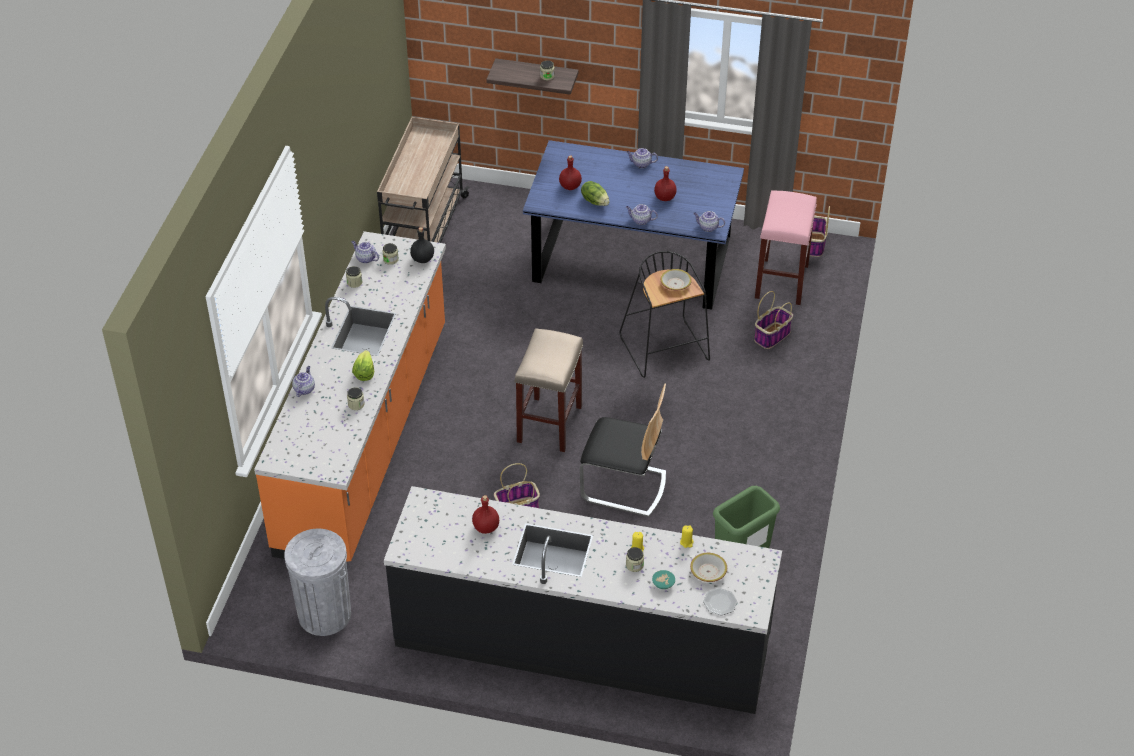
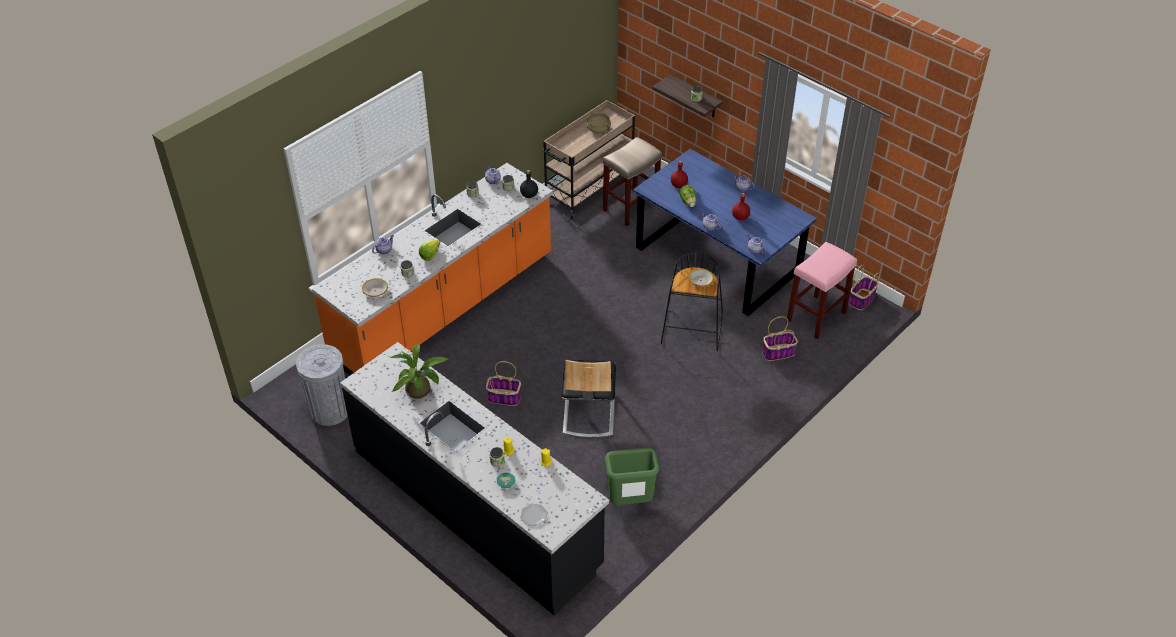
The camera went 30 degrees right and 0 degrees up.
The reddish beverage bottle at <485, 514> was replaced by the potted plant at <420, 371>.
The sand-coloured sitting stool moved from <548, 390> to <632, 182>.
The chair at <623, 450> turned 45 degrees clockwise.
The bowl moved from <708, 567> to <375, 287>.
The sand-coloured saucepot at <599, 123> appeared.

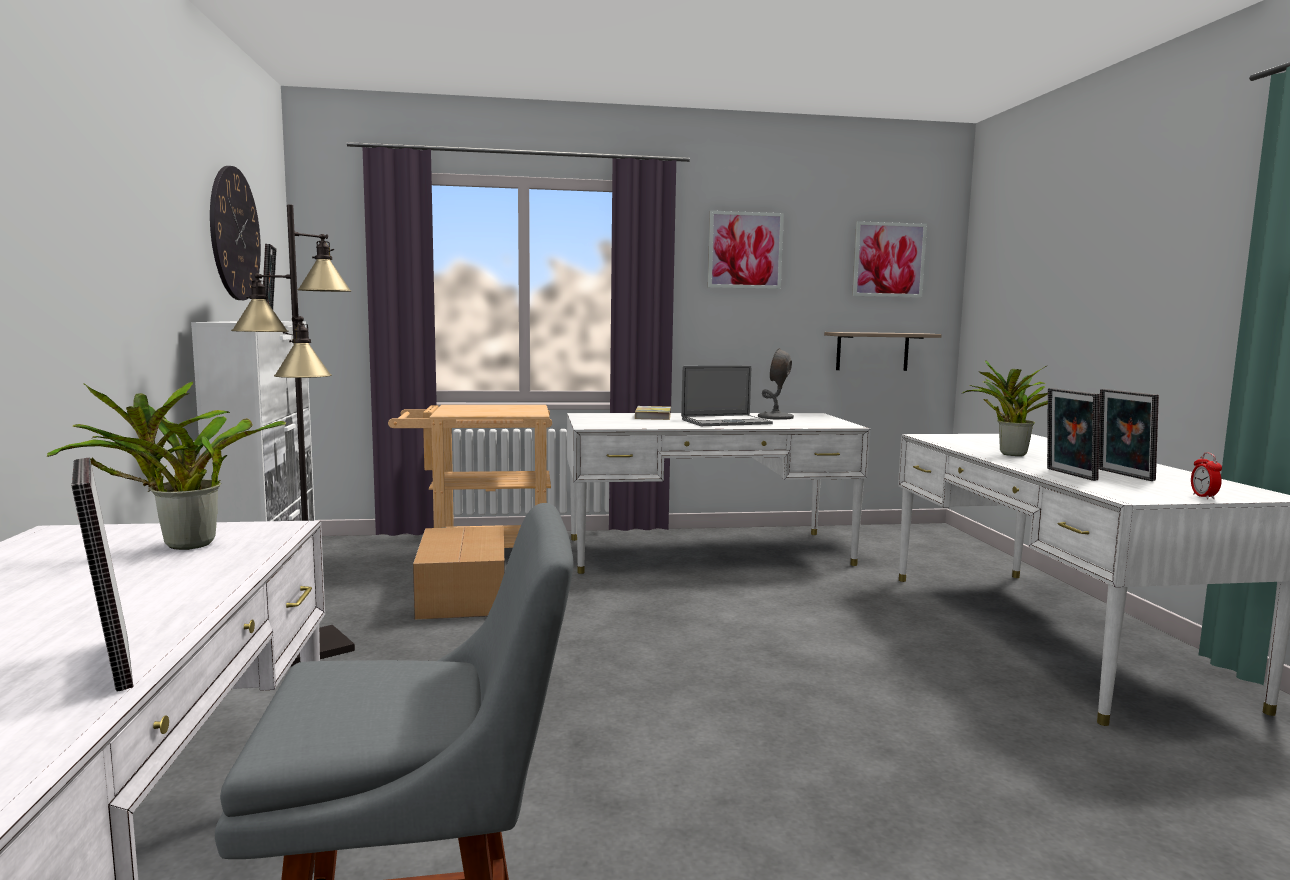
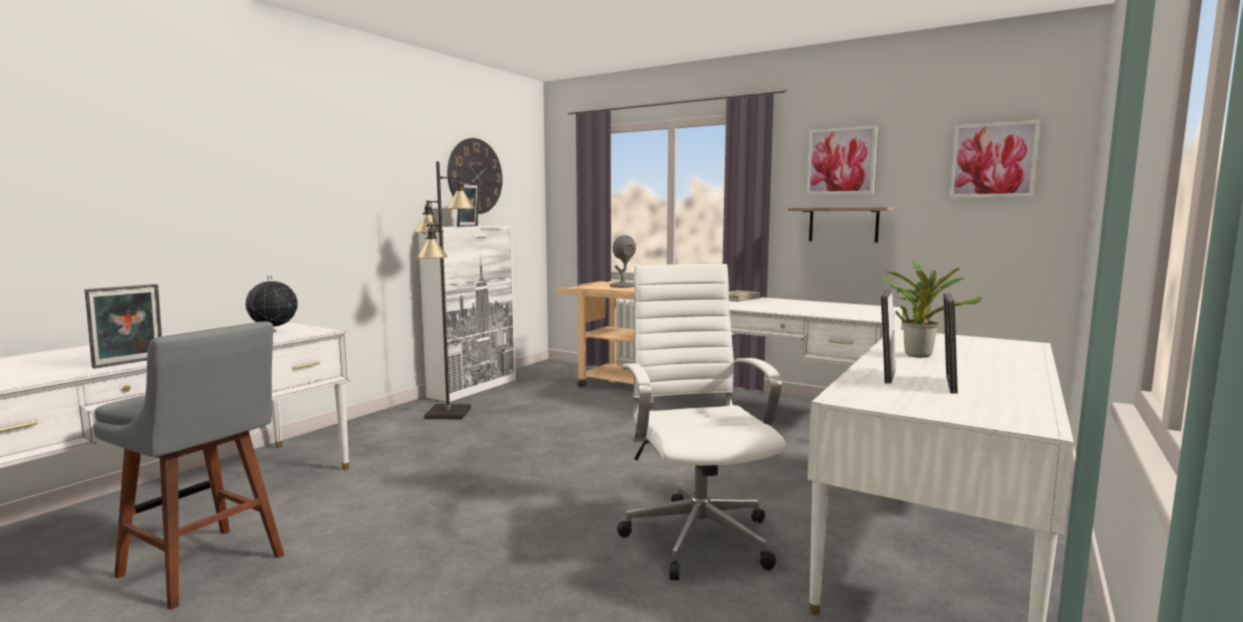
The camera went 40 degrees right and 0 degrees up.
The potted plant at <166, 465> was replaced by the desk globe at <271, 304>.
The photo frame at <102, 575> turned 150 degrees counterclockwise.
The carton at <459, 573> disappeared.
The notebook computer at <727, 396> disappeared.
The gray tabletop lamp moved from <776, 384> to <623, 261>.
The bracket shelf moved from <883, 351> to <841, 225>.
The table clock at <1206, 475> disappeared.
The white desk chair at <701, 422> appeared.

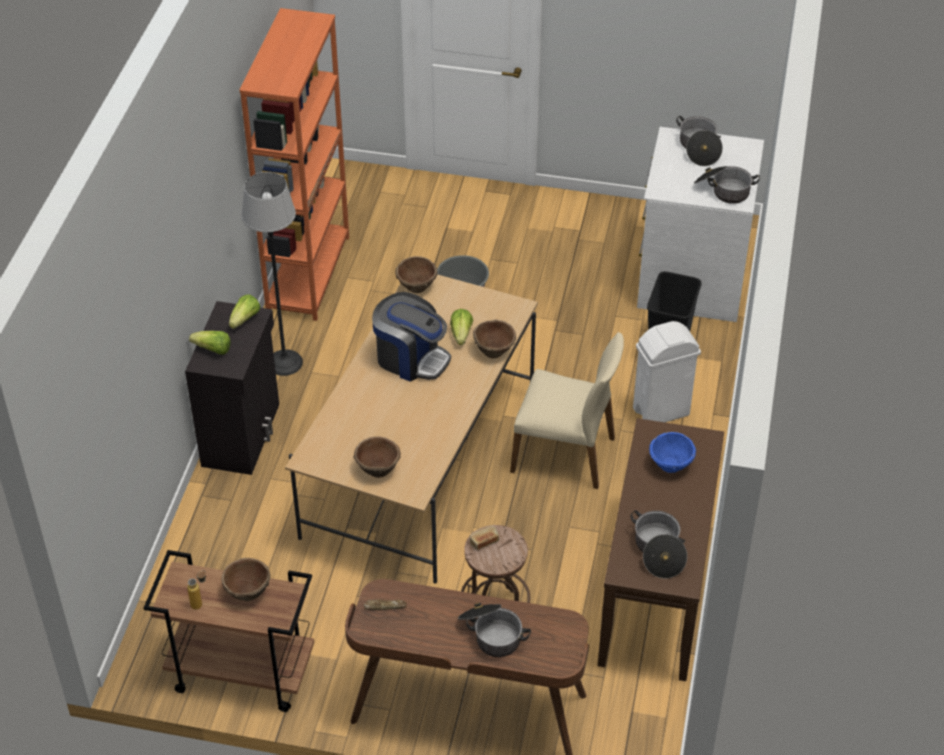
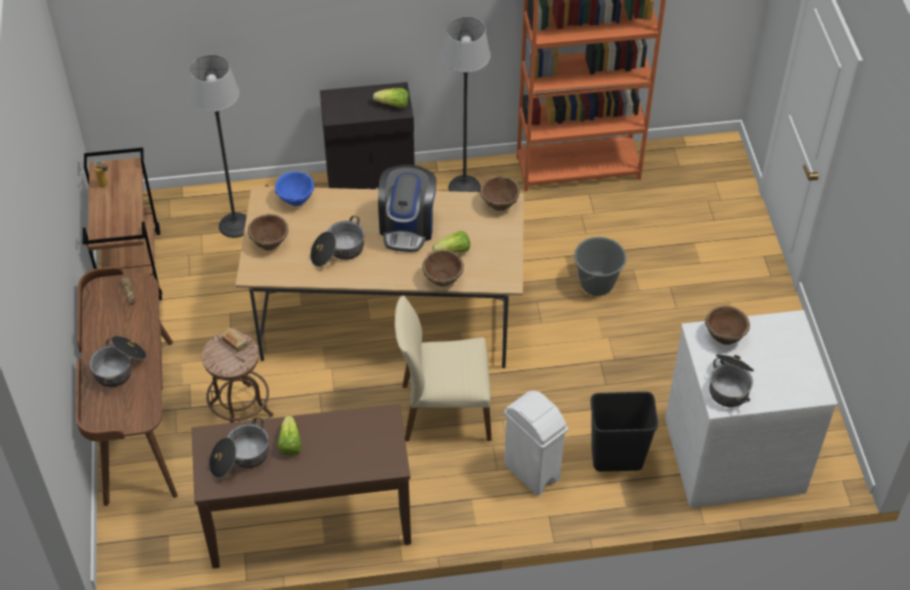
The camera went 70 degrees right and 5 degrees up.
The lettuce moved from <210, 342> to <289, 436>.
The brown bowl moved from <246, 579> to <727, 325>.
The sand-coloured chair at <567, 410> turned 90 degrees clockwise.
The bluish bowl moved from <672, 452> to <294, 188>.
The saucepot moved from <699, 141> to <337, 241>.
The floor lamp at <218, 146> appeared.

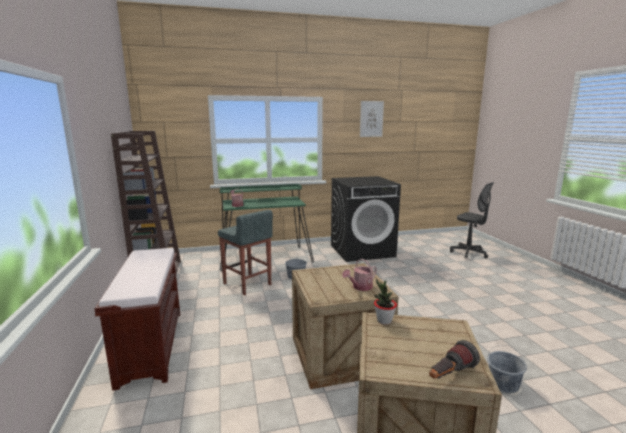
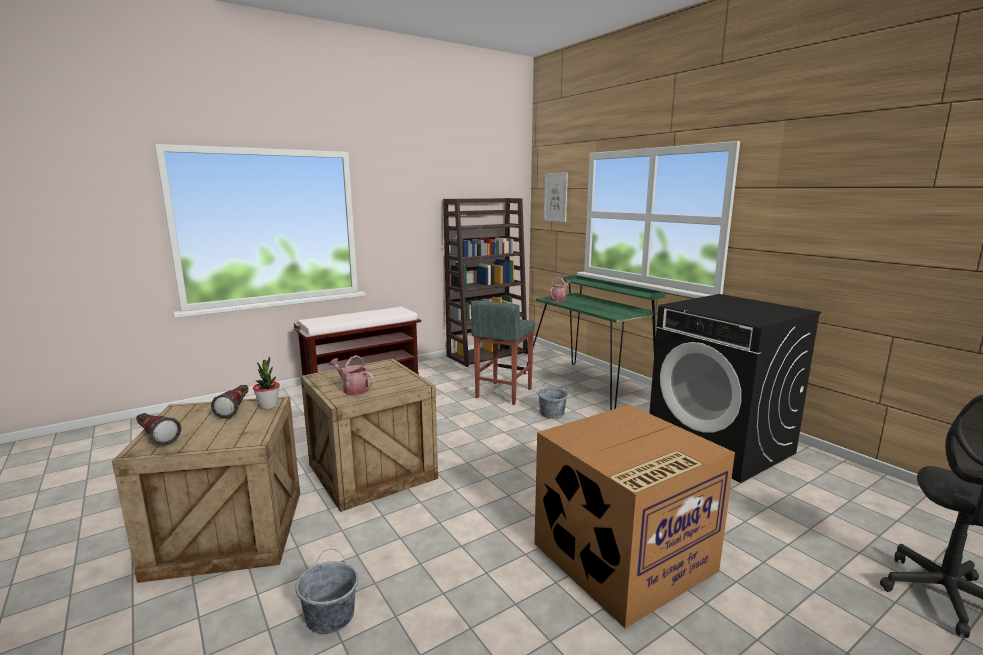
The camera went 70 degrees right and 0 degrees up.
The wall picture moved from <372, 119> to <556, 197>.
The torch at <230, 402> appeared.
The carton at <634, 516> appeared.

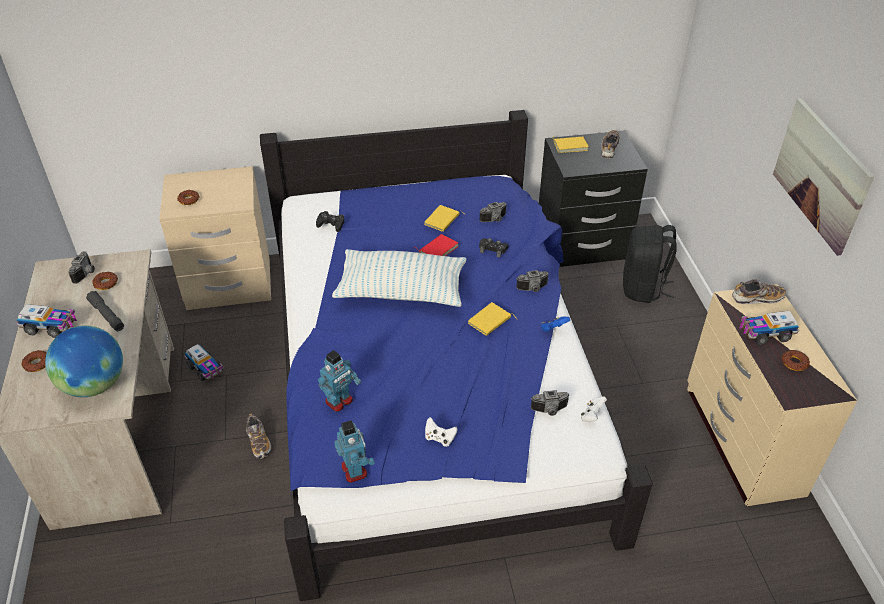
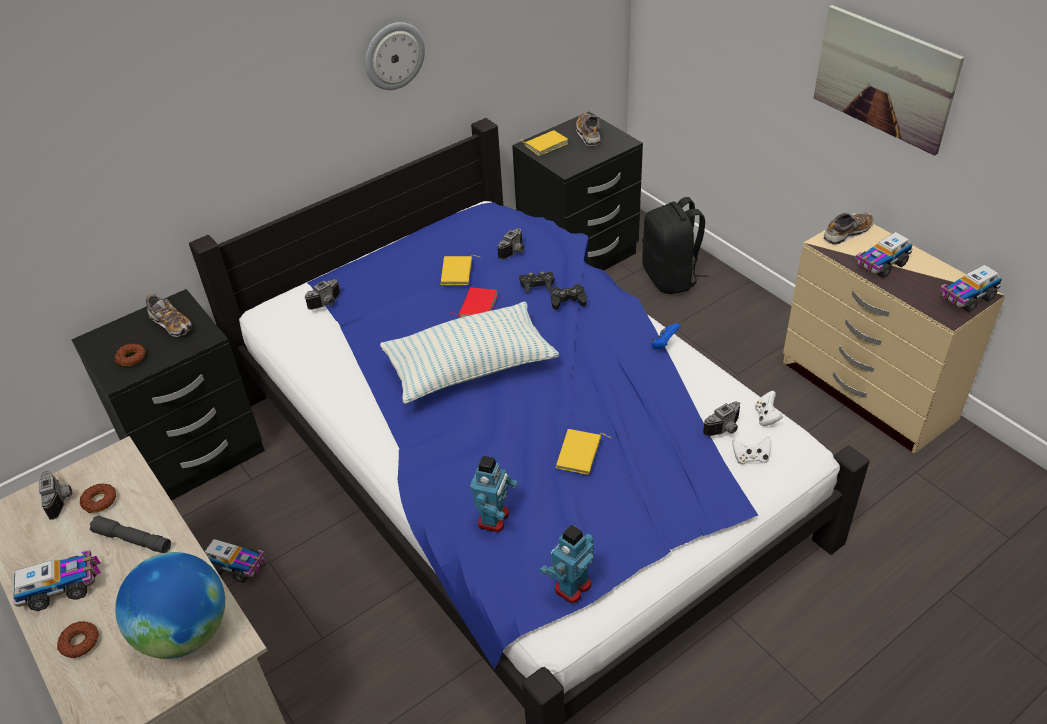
The camera went 25 degrees left and 0 degrees up.
The sand-coloured nightstand at <215, 238> became the black-coloured nightstand at <168, 395>.
The item of footwear moved from <258, 436> to <169, 315>.
The black-coloured gamepad moved from <330, 221> to <568, 297>.
The robot figure at <354, 451> turned 90 degrees counterclockwise.
The white gamepad moved from <441, 432> to <751, 451>.
The yellow book moved from <492, 319> to <583, 452>.
The photo camera moved from <532, 281> to <322, 294>.
The donut at <796, 360> disappeared.
The wall clock at <395, 56> appeared.
The model truck at <971, 288> appeared.

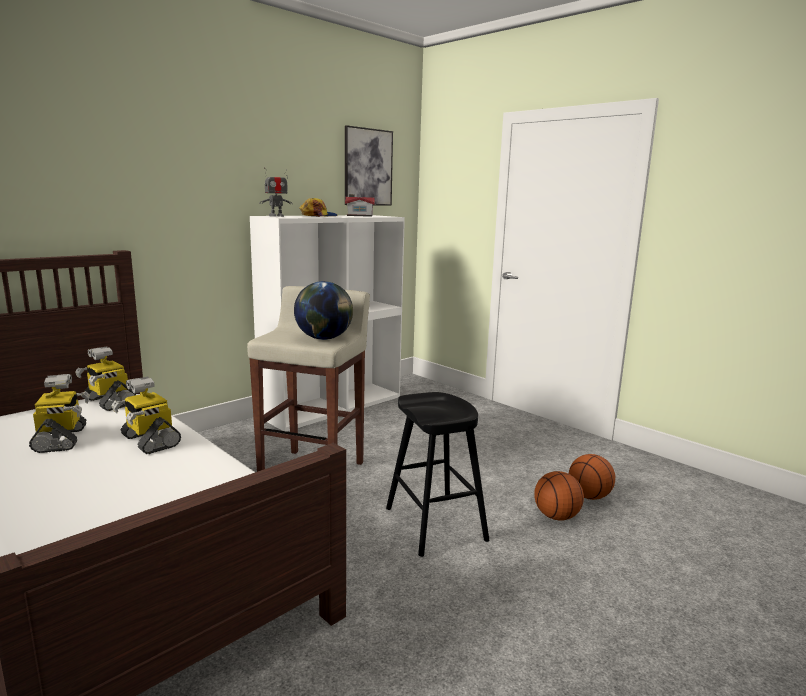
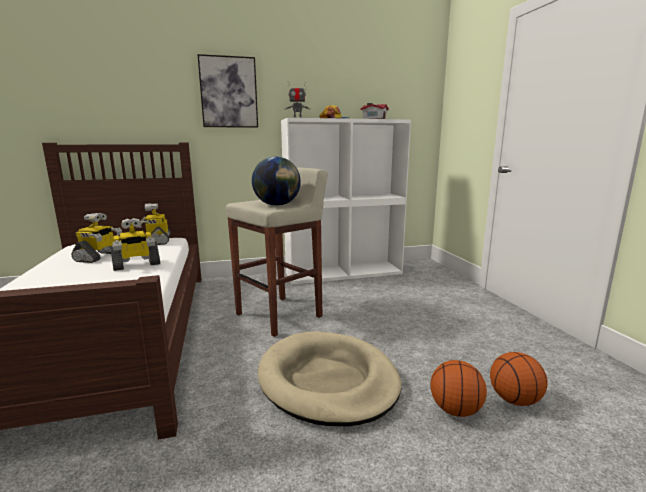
The camera went 30 degrees right and 0 degrees up.
The robot figure at <146, 415> turned 105 degrees counterclockwise.
The wall picture moved from <369, 165> to <227, 91>.
The black-coloured sitting stool at <437, 474> was replaced by the sand-coloured pet bed at <330, 378>.

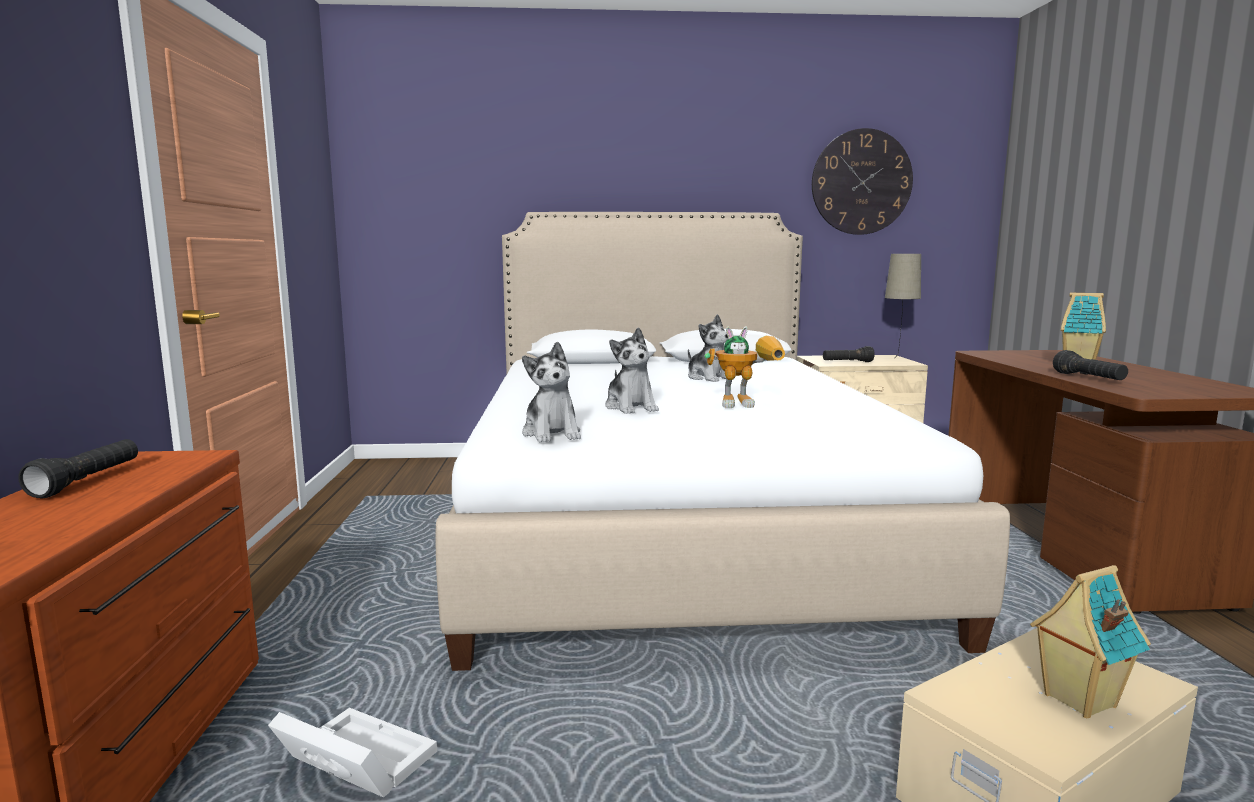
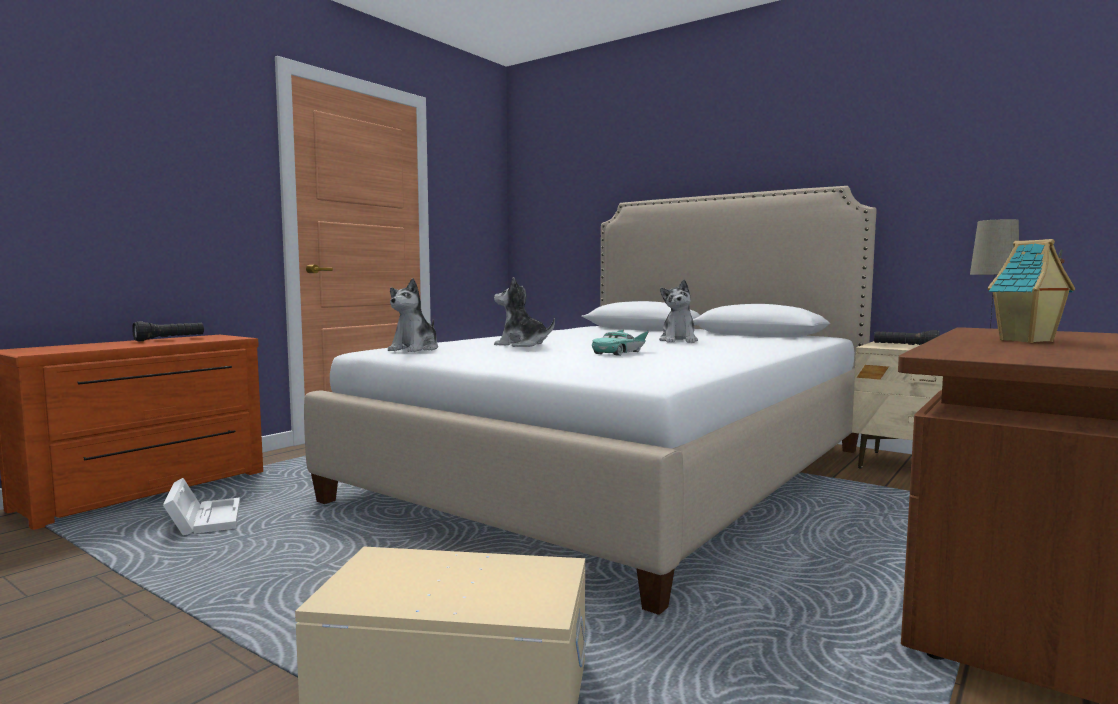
The camera went 40 degrees right and 5 degrees down.
The cuddly toy at <632, 370> turned 90 degrees clockwise.
The robot figure at <744, 367> was replaced by the turquoise model car at <620, 342>.
The wall clock at <862, 181> disappeared.
The miniature house at <1090, 641> disappeared.
The black-coloured torch at <1090, 365> disappeared.

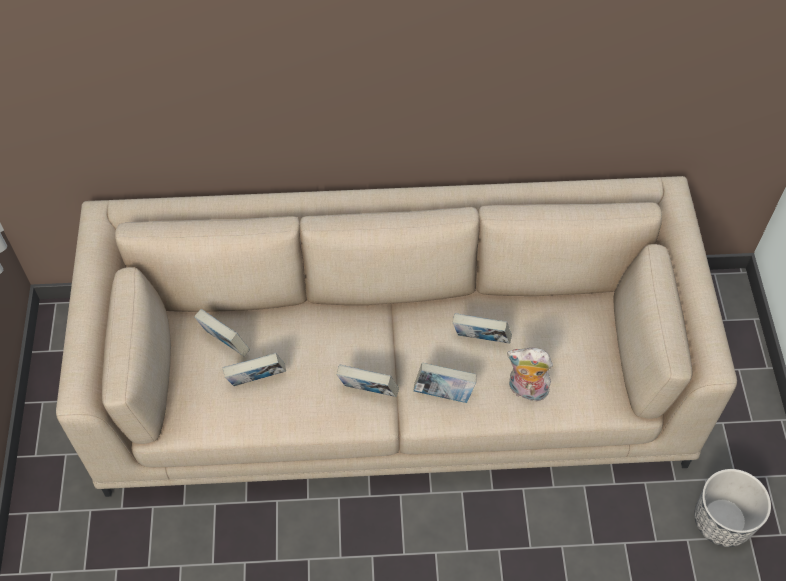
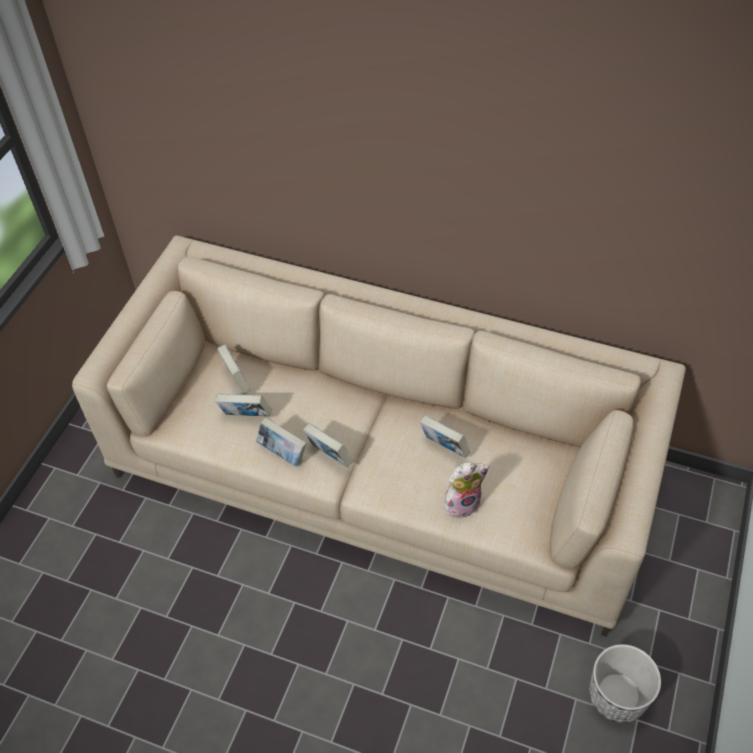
The camera went 25 degrees right and 5 degrees down.
The book moved from <444, 383> to <281, 442>.
The cuddly toy at <530, 374> turned 120 degrees clockwise.

